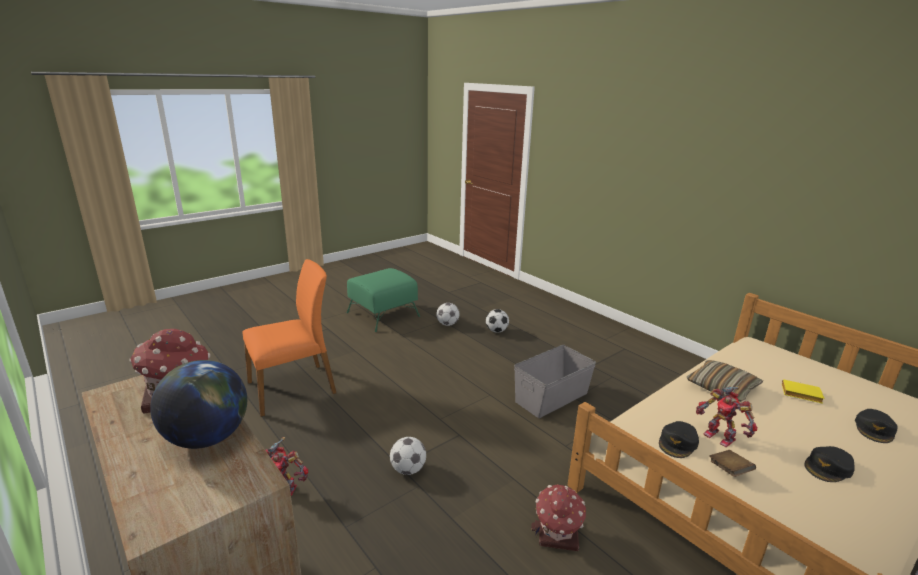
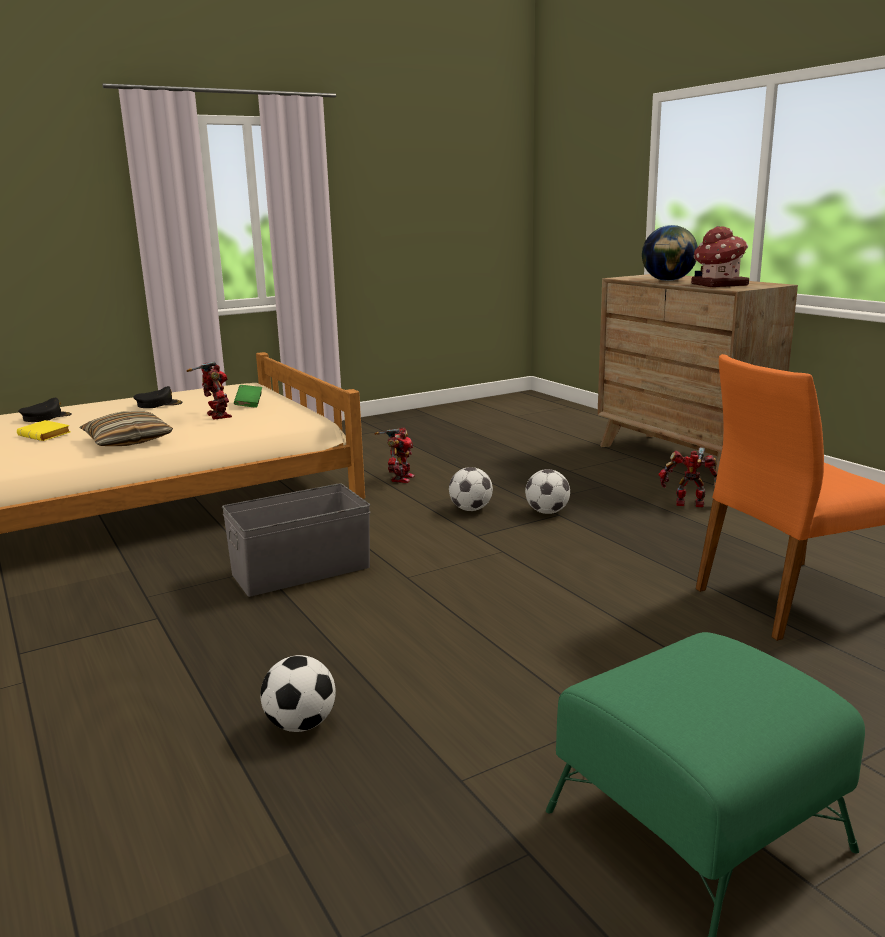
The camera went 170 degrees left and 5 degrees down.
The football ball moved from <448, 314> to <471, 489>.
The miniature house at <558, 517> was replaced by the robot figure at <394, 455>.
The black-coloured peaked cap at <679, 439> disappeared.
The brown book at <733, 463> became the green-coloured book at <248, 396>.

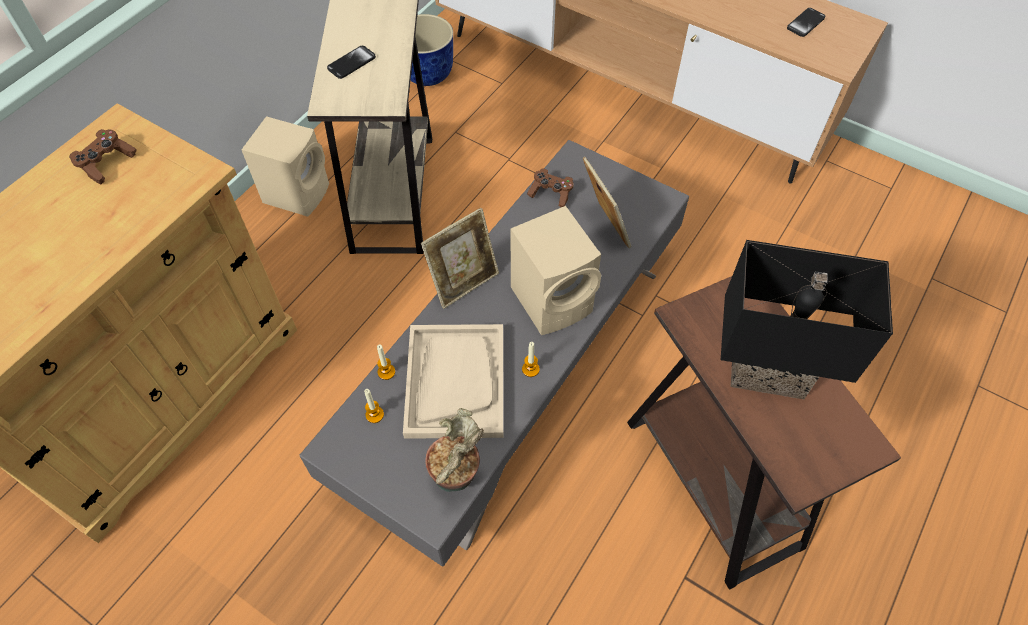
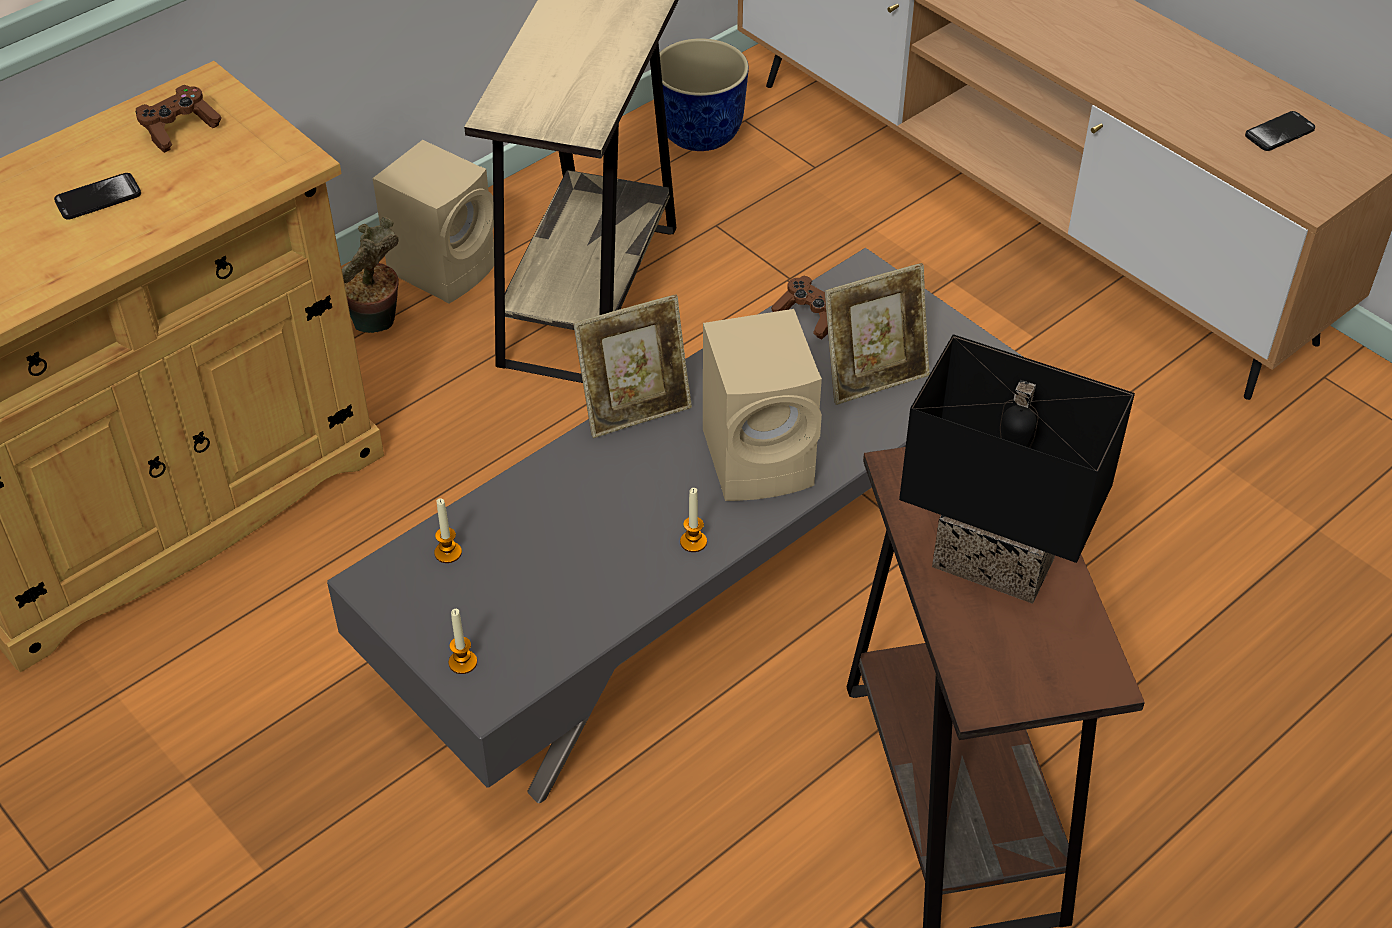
The camera went 15 degrees right and 10 degrees down.
The phone moved from <351, 62> to <97, 196>.
The candle moved from <386, 362> to <463, 641>.
The sand-coloured tray at <453, 381> disappeared.
The potted plant moved from <454, 450> to <370, 275>.
The photo frame at <607, 202> turned 75 degrees clockwise.

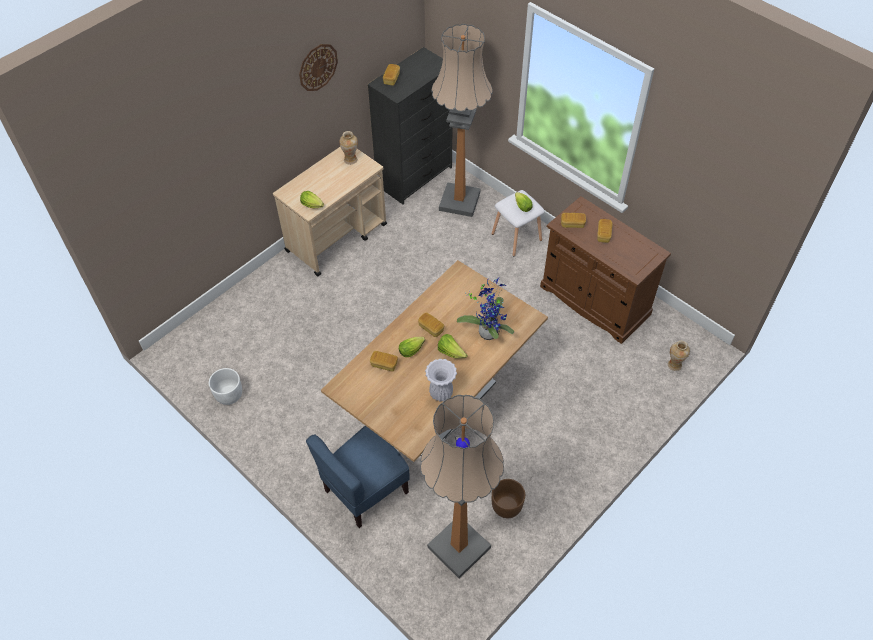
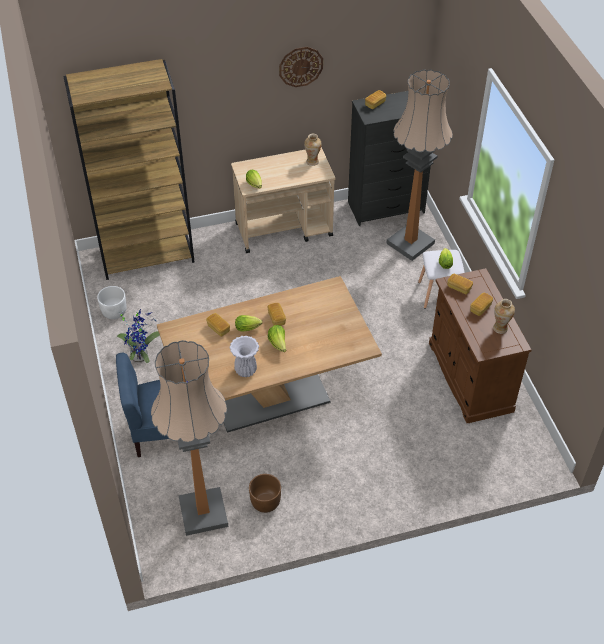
The camera went 30 degrees right and 5 degrees down.
The potted plant moved from <485, 308> to <138, 336>.
The decorative vase moved from <679, 356> to <504, 316>.
The brown bookshelf at <129, 169> appeared.

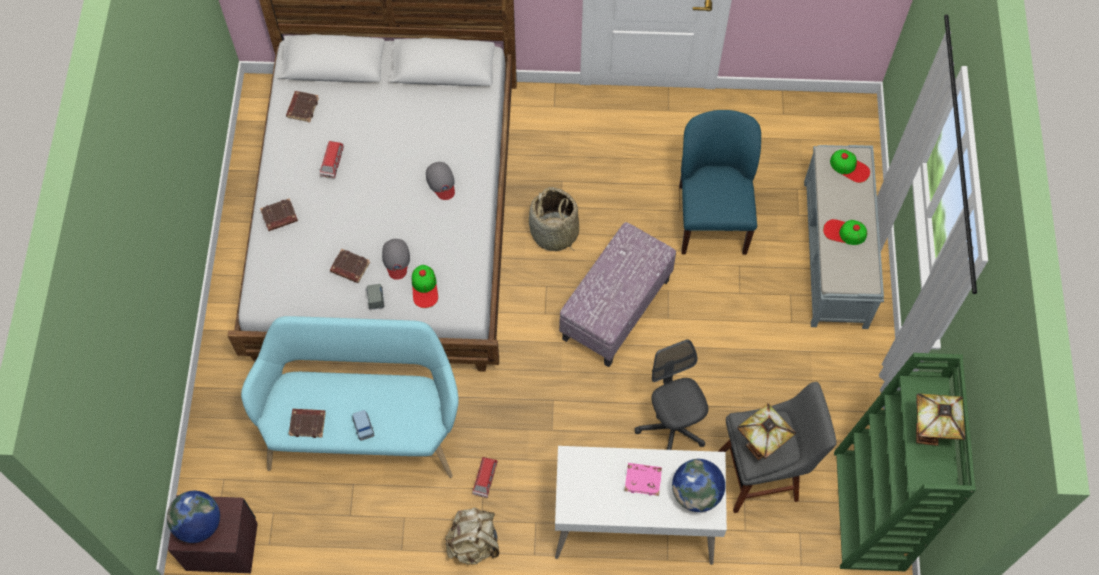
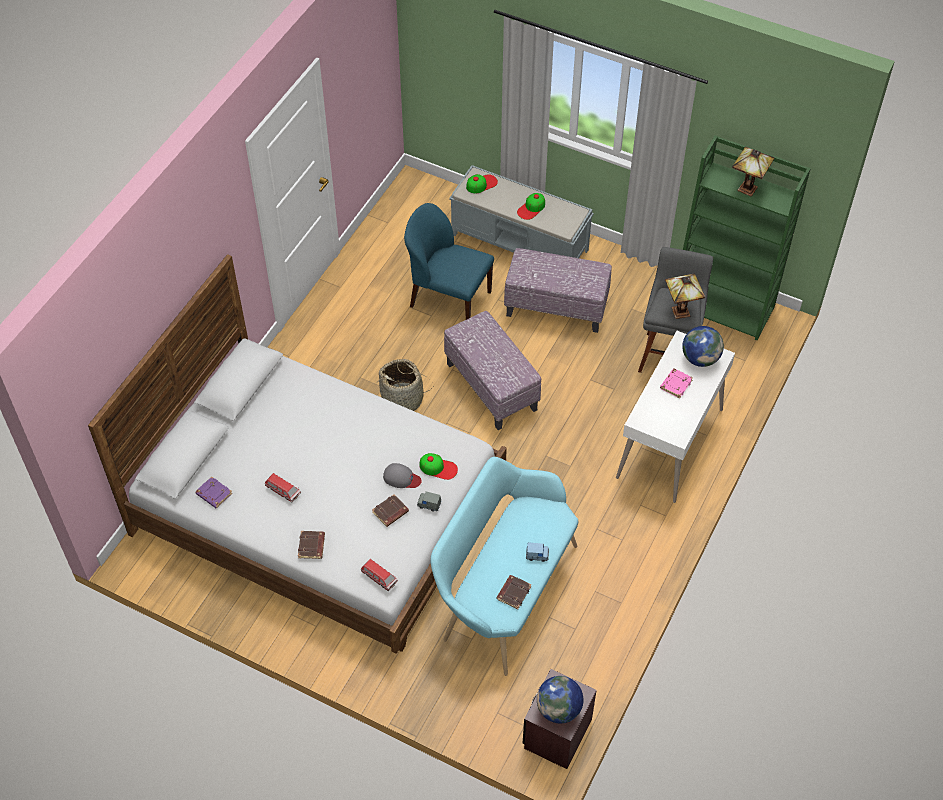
The camera went 65 degrees left and 10 degrees down.
The brown book at <302, 106> became the purplish book at <214, 492>.
The gray peaked cap at <440, 181> disappeared.
The sand-coloured knapsack at <472, 536> disappeared.
The model car moved from <485, 477> to <379, 575>.
The gray desk chair at <671, 394> disappeared.
The footrest at <558, 290> appeared.

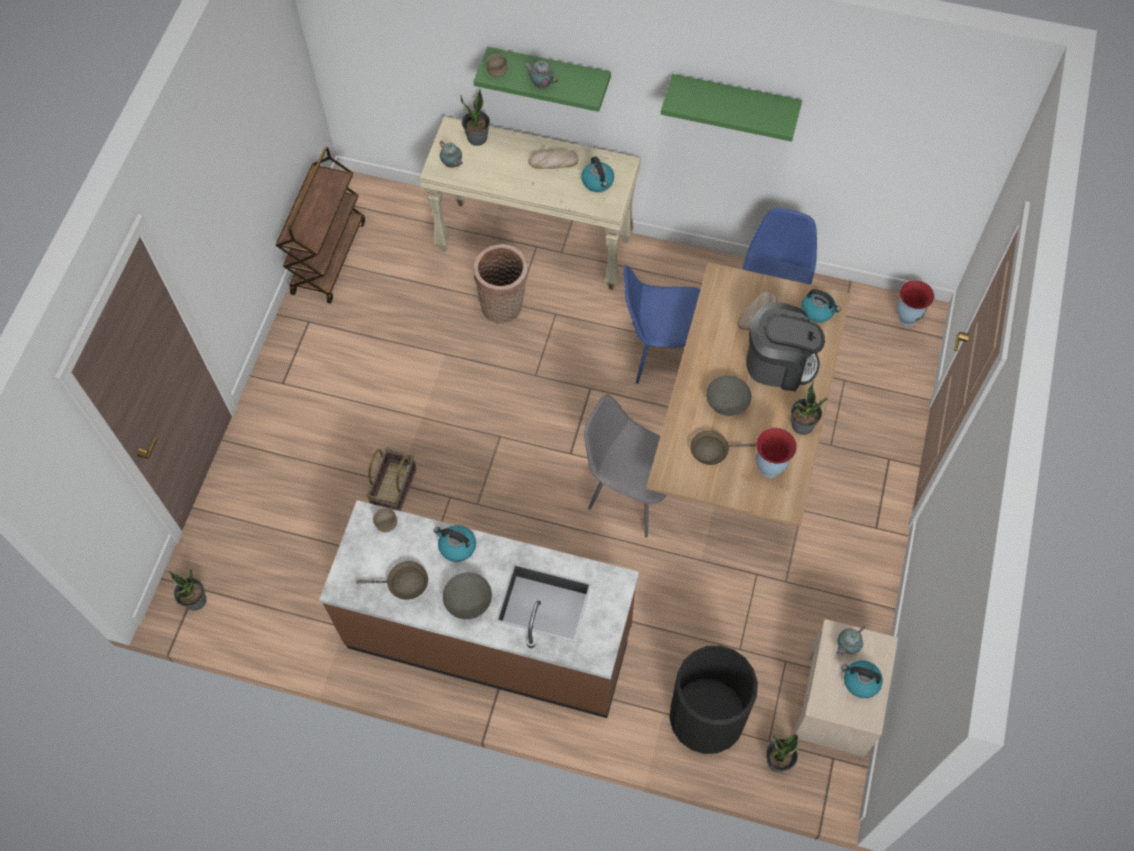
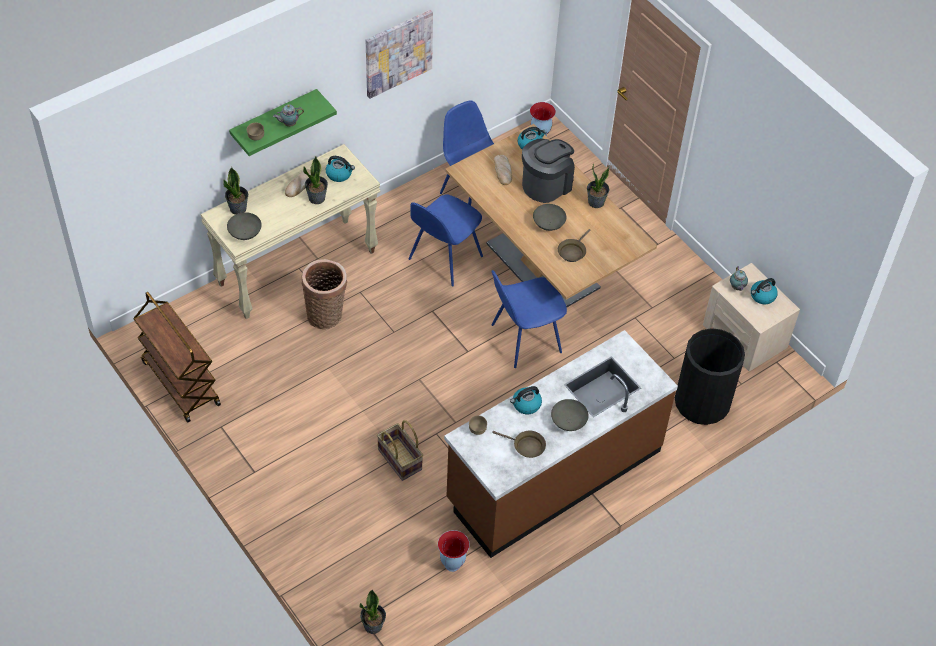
The camera went 55 degrees left and 10 degrees down.
The brown pan at <392, 580> turned 75 degrees clockwise.
The pot for tea at <451, 154> was replaced by the gray bowl at <244, 226>.
The gray chair at <625, 465> became the bluish chair at <529, 319>.
The green-coloured bracket shelf at <731, 108> was replaced by the wall picture at <399, 54>.
The decorative vase moved from <776, 452> to <454, 551>.
The potted plant moved from <782, 753> to <315, 180>.

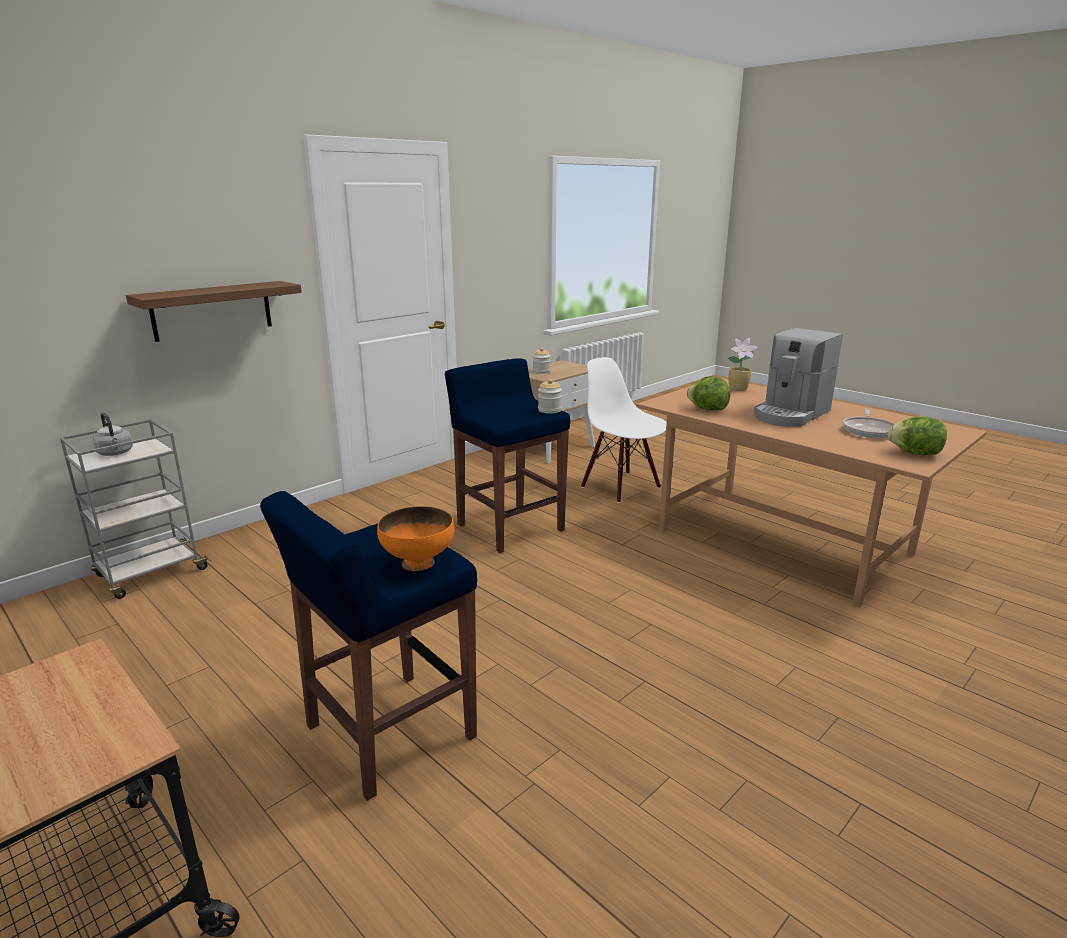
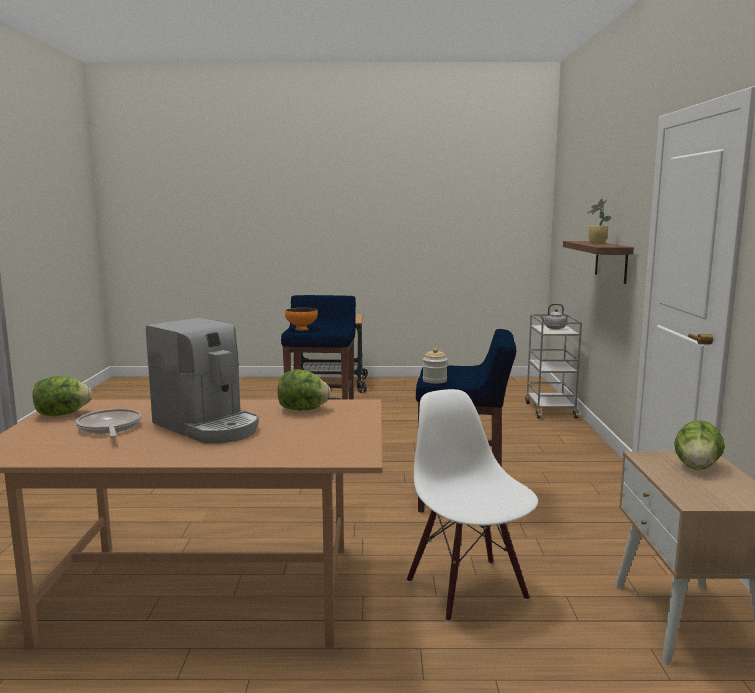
The camera went 135 degrees right and 10 degrees down.
The preserve jar at <541, 361> was replaced by the lettuce at <699, 445>.
The white chair at <624, 430> turned 120 degrees counterclockwise.
The potted plant moved from <743, 364> to <599, 221>.
The coffee maker at <798, 377> turned 135 degrees clockwise.

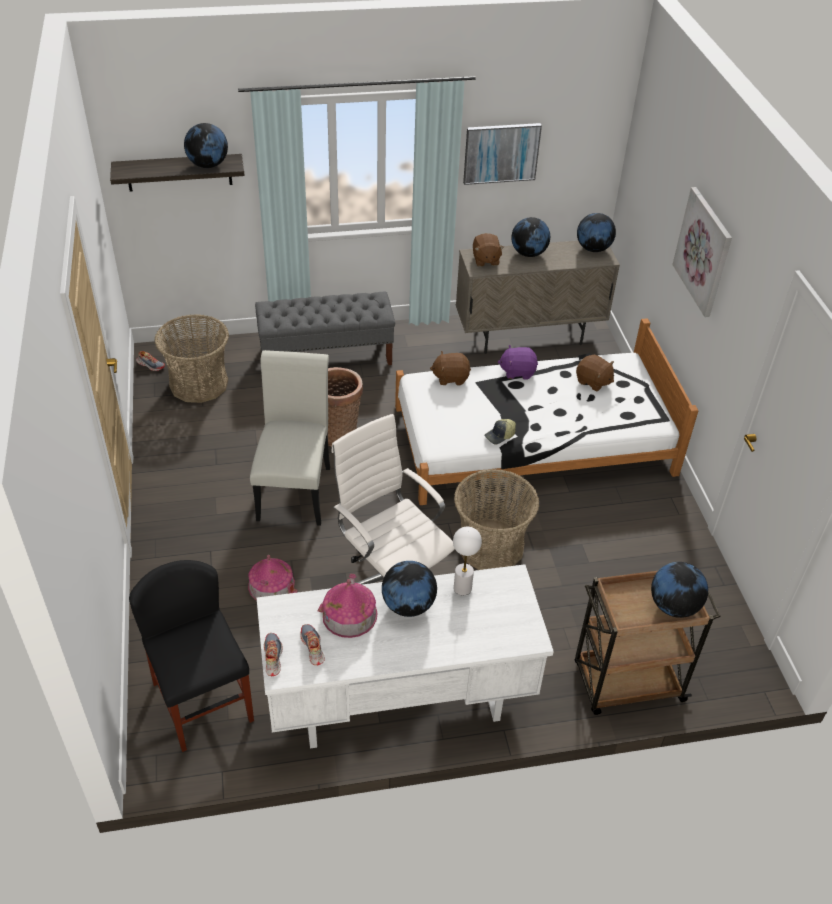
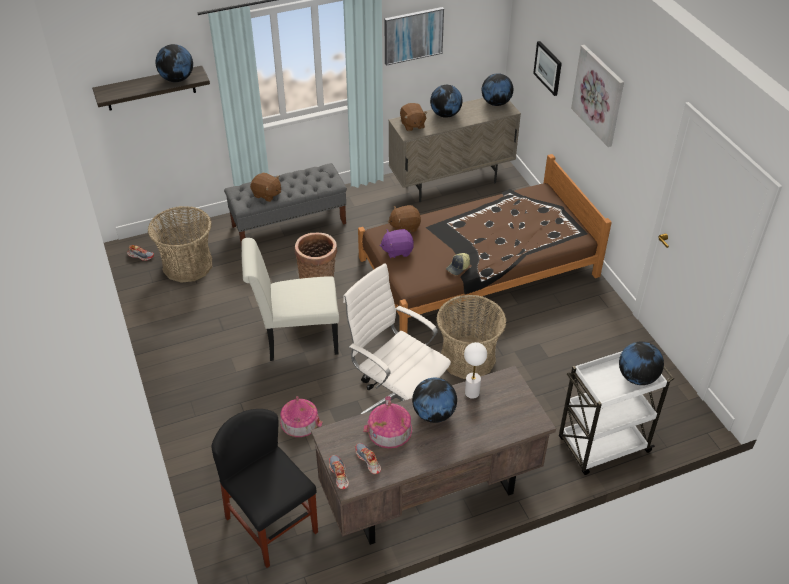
The camera went 10 degrees left and 0 degrees up.
The white chair at <290, 438> turned 90 degrees counterclockwise.
The white desk table at <405, 656> became the brown desk table at <433, 455>.
The white sleeping bed at <547, 411> became the brown sleeping bed at <485, 243>.
The purplish cuddly toy moved from <518, 362> to <397, 243>.
The brown trolley at <648, 643> became the white trolley at <616, 413>.
The brown cuddly toy moved from <595, 373> to <265, 187>.
The wall picture at <547, 68> appeared.

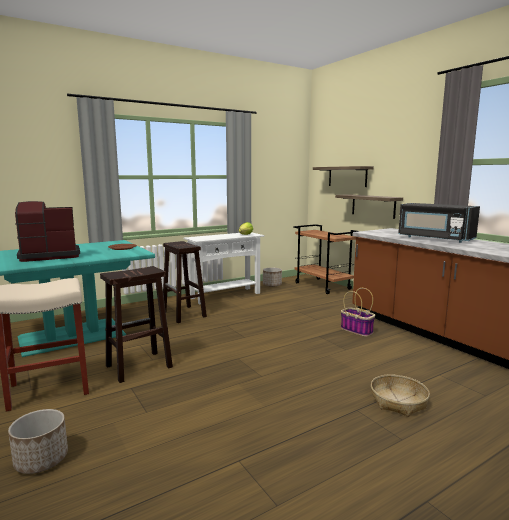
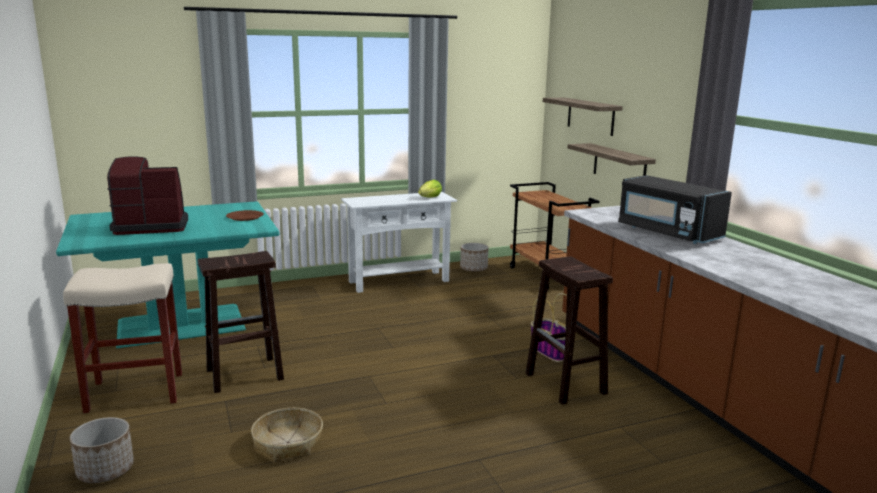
The camera went 10 degrees right and 5 degrees up.
The brown sitting stool moved from <185, 282> to <569, 331>.
The basket moved from <400, 395> to <287, 434>.

